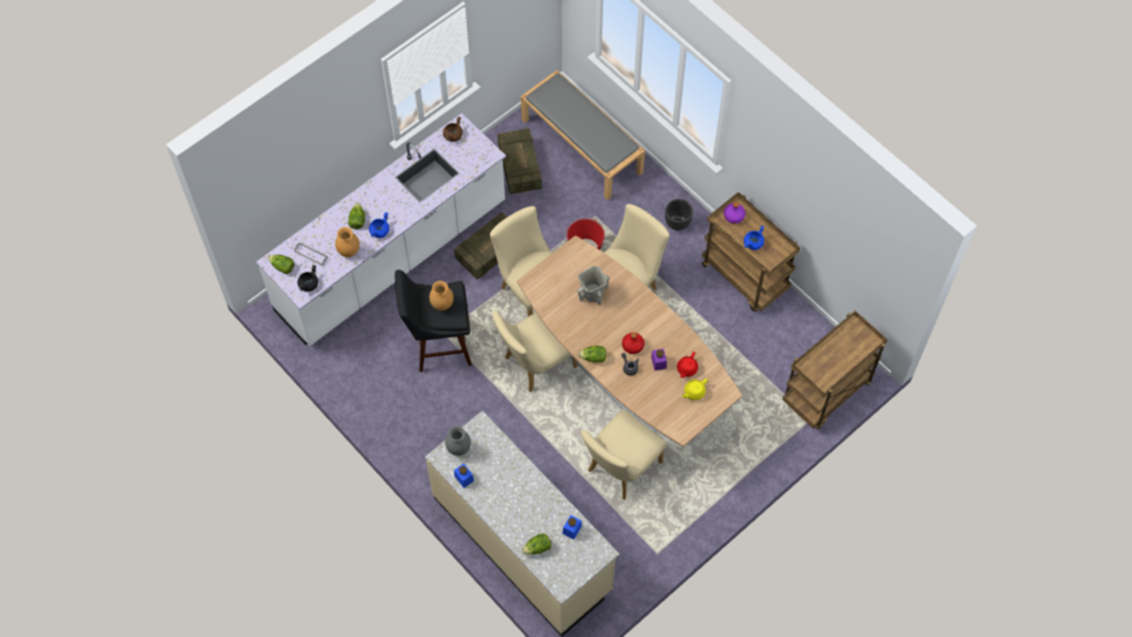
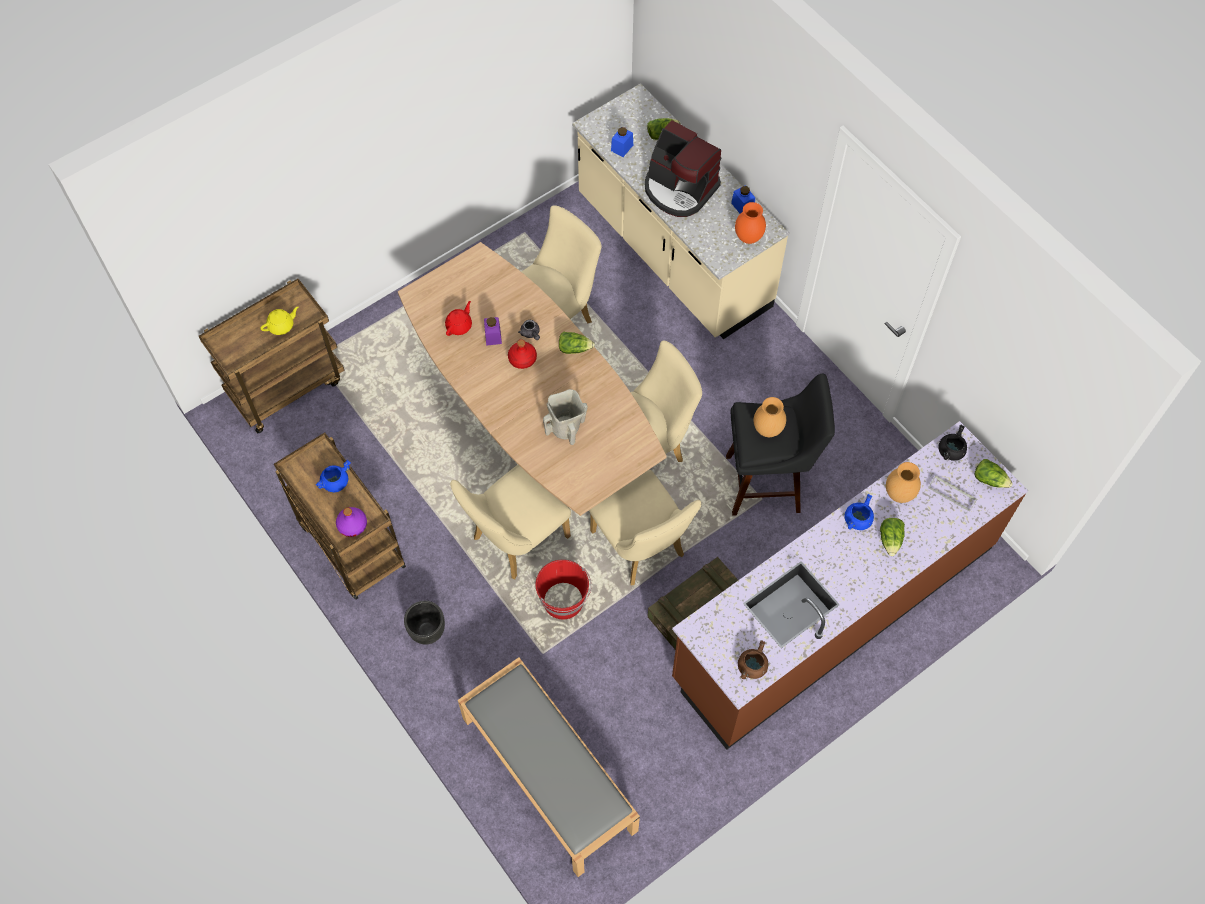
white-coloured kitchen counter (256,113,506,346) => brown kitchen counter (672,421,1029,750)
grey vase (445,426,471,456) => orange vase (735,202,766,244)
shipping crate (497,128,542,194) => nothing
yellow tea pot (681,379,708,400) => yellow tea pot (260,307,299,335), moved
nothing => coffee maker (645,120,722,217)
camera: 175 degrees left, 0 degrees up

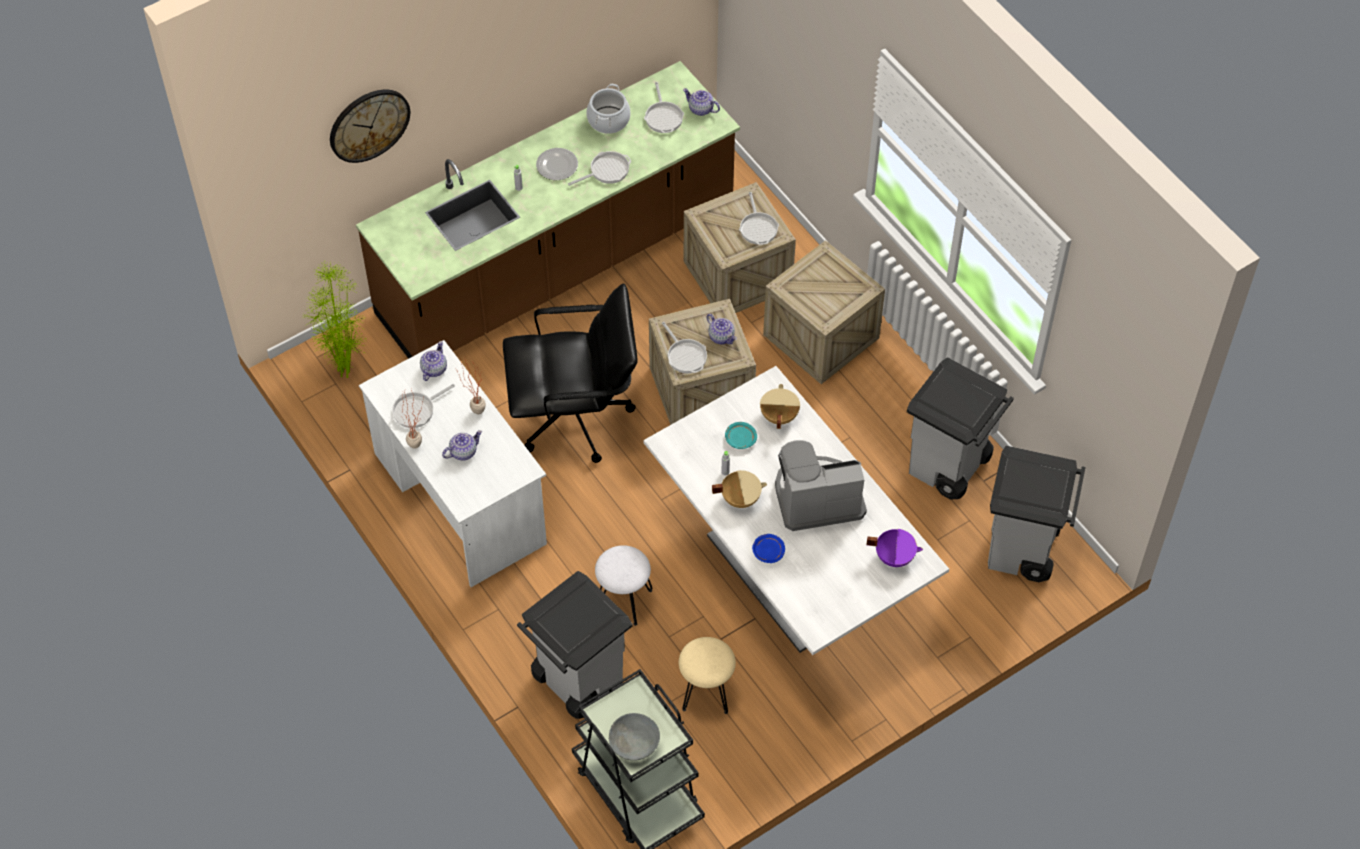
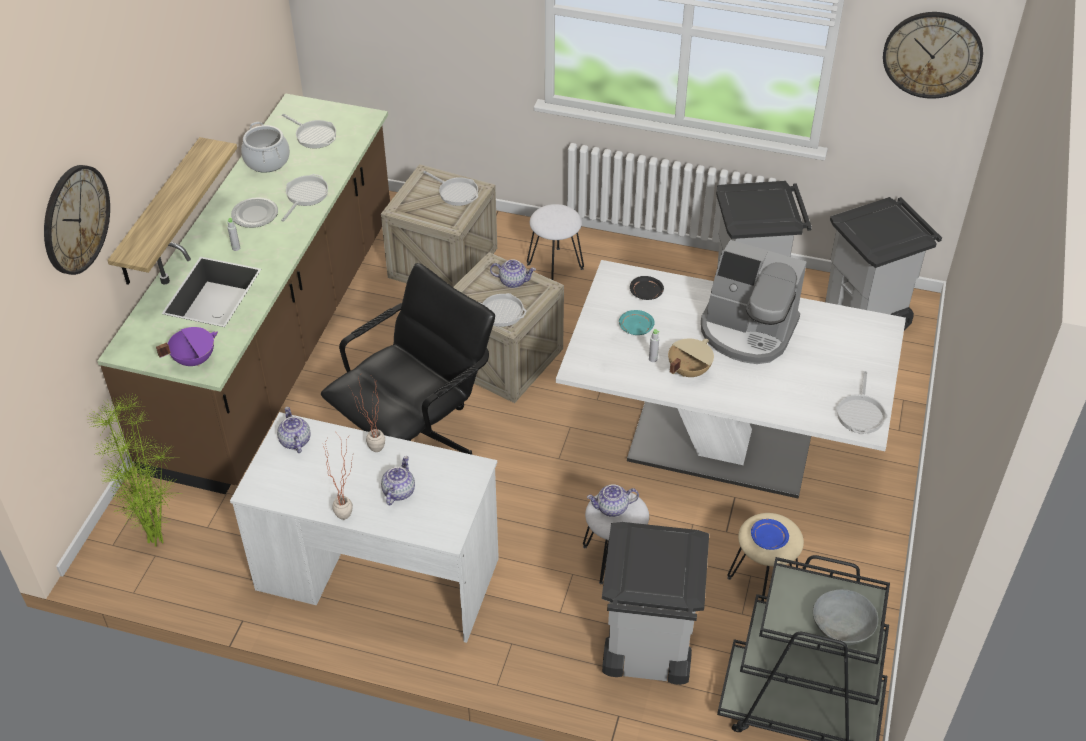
pan (391,384,455,428) => pan (836,371,888,434), moved
tea pot (683,88,720,116) => tea pot (587,484,639,517), moved
bluish plate (752,534,785,563) => bluish plate (751,519,789,550), moved
beige saucepot (760,384,800,429) => black-coloured plate (630,276,664,300)
shipping crate (763,240,885,384) => white-coloured sitting stool (527,204,584,280)
coffee maker (775,440,867,531) => coffee maker (701,240,807,364), 105 degrees counterclockwise
purple saucepot (867,529,923,567) => purple saucepot (156,327,218,367), moved
nothing => wall shelf (107,137,237,285)
nothing => wall clock (883,12,983,99)
camera: 40 degrees left, 10 degrees down

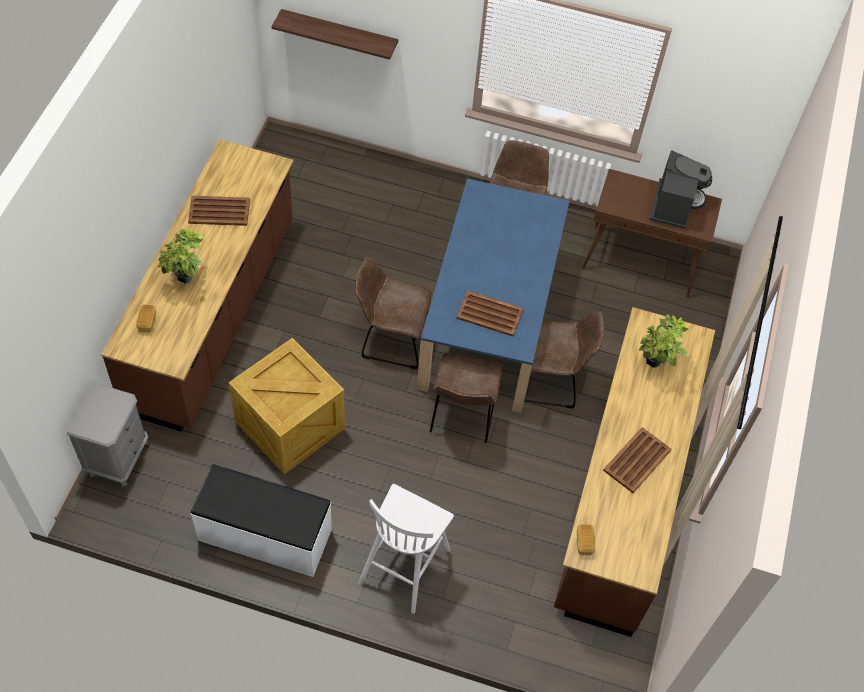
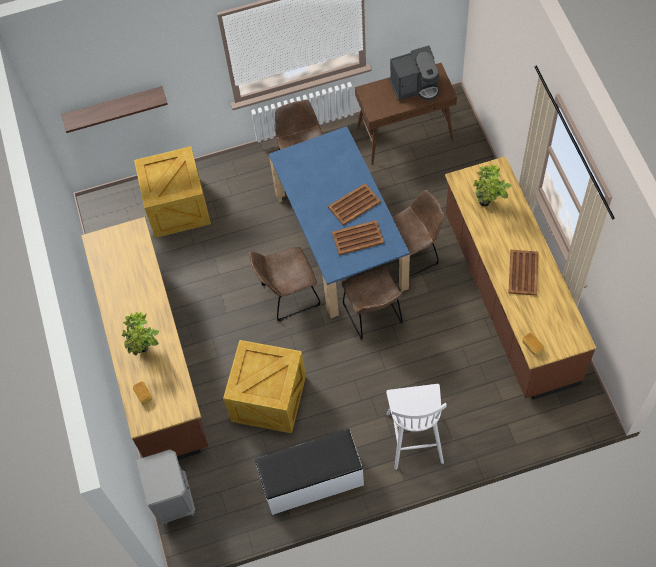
brown tray (188,196,250,226) => brown tray (328,183,381,226), moved
coffee maker (649,150,712,229) => coffee maker (389,45,440,101), 90 degrees clockwise
nothing => shipping crate (134,146,211,238)
camera: 25 degrees left, 5 degrees up

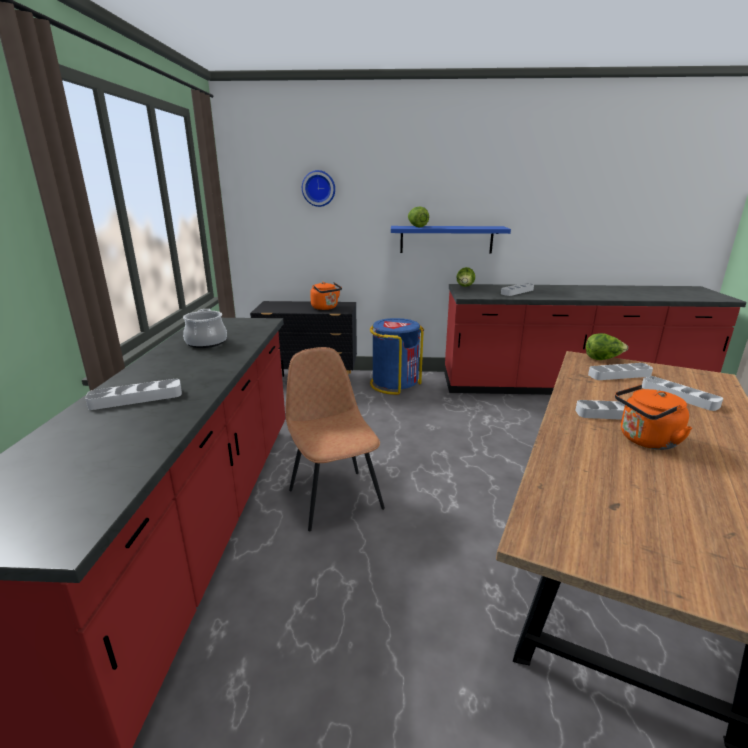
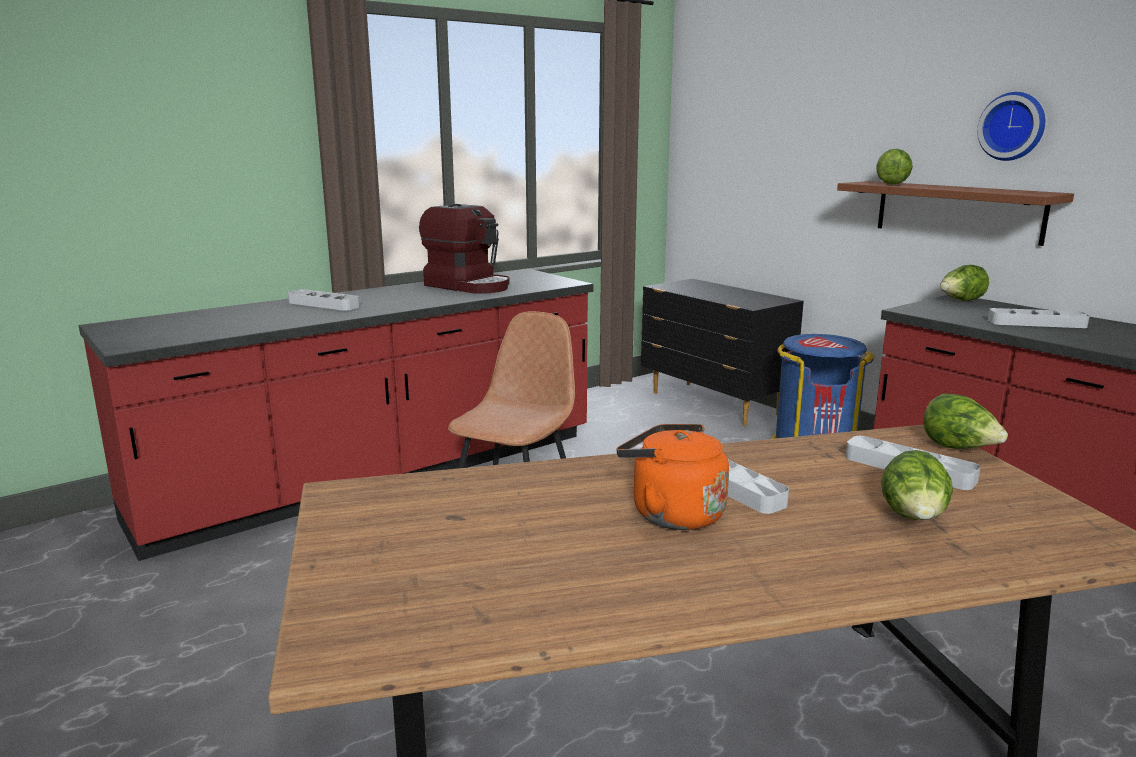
saucepot (183,309,227,348) => coffee maker (419,204,510,294)
wall clock (302,170,335,207) => wall clock (977,92,1045,161), moved
orange water kettle (310,282,342,310) => nothing
bluish wall shelf (391,226,511,254) => brown wall shelf (837,181,1074,246)
grey tray (642,376,723,411) => lettuce (881,450,953,520)
camera: 50 degrees right, 5 degrees down

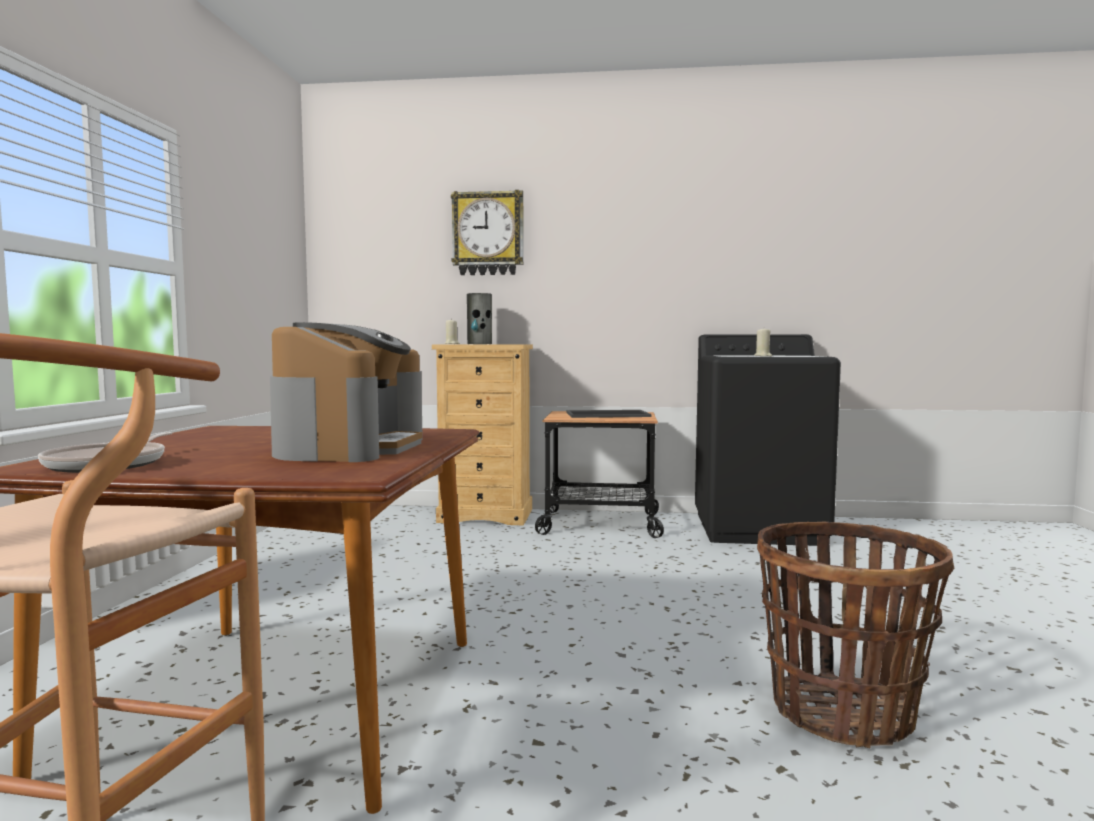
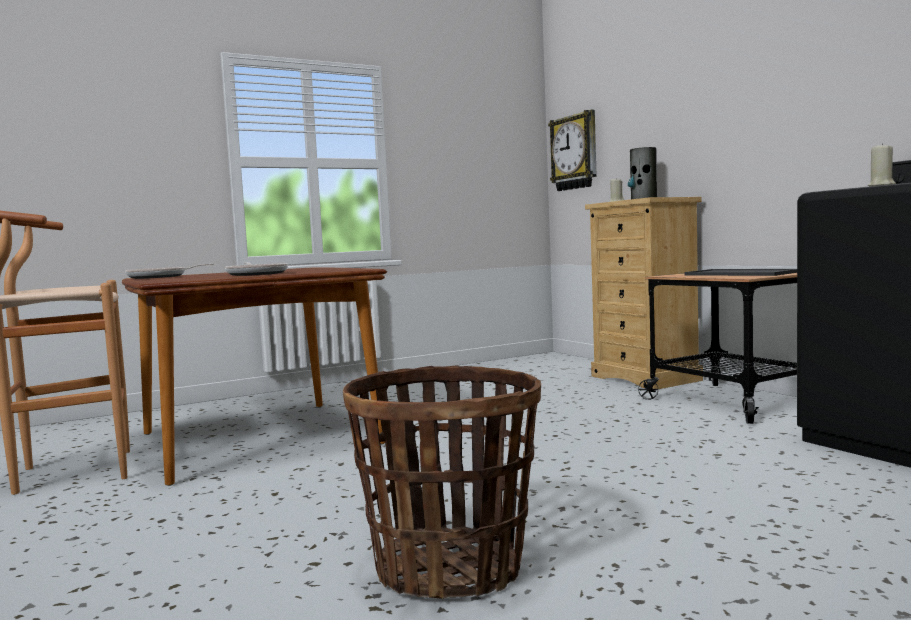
coffee maker (270,322,423,462) => pan (225,263,288,276)
wall clock (451,190,524,275) => wall clock (548,110,597,191), moved
camera: 55 degrees right, 0 degrees up

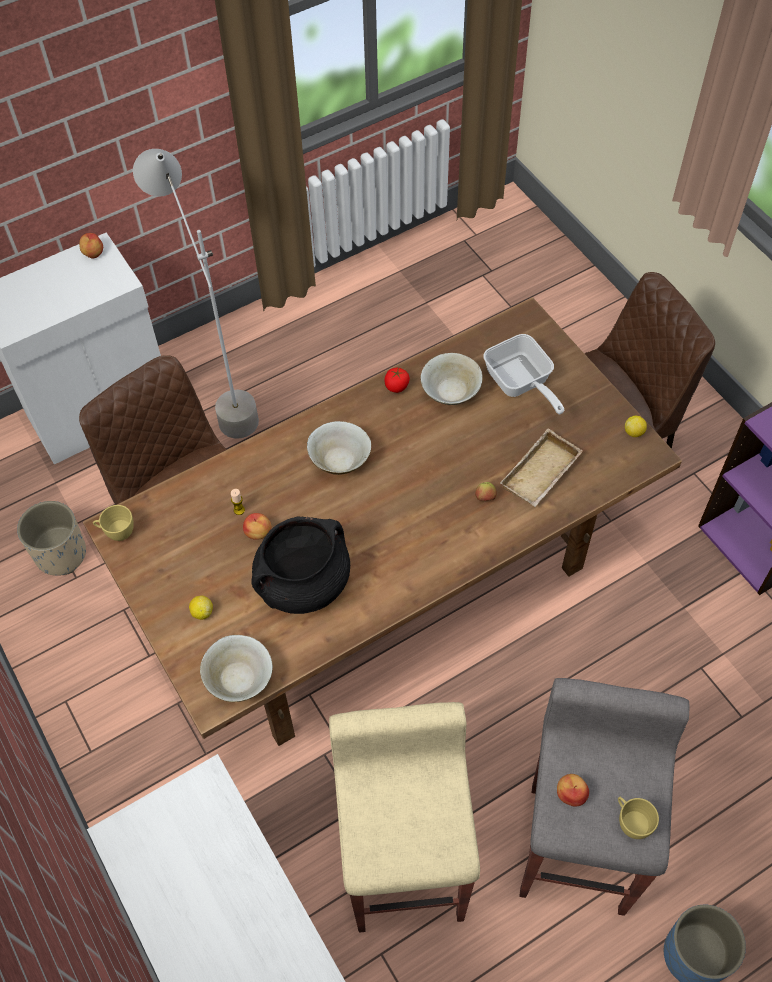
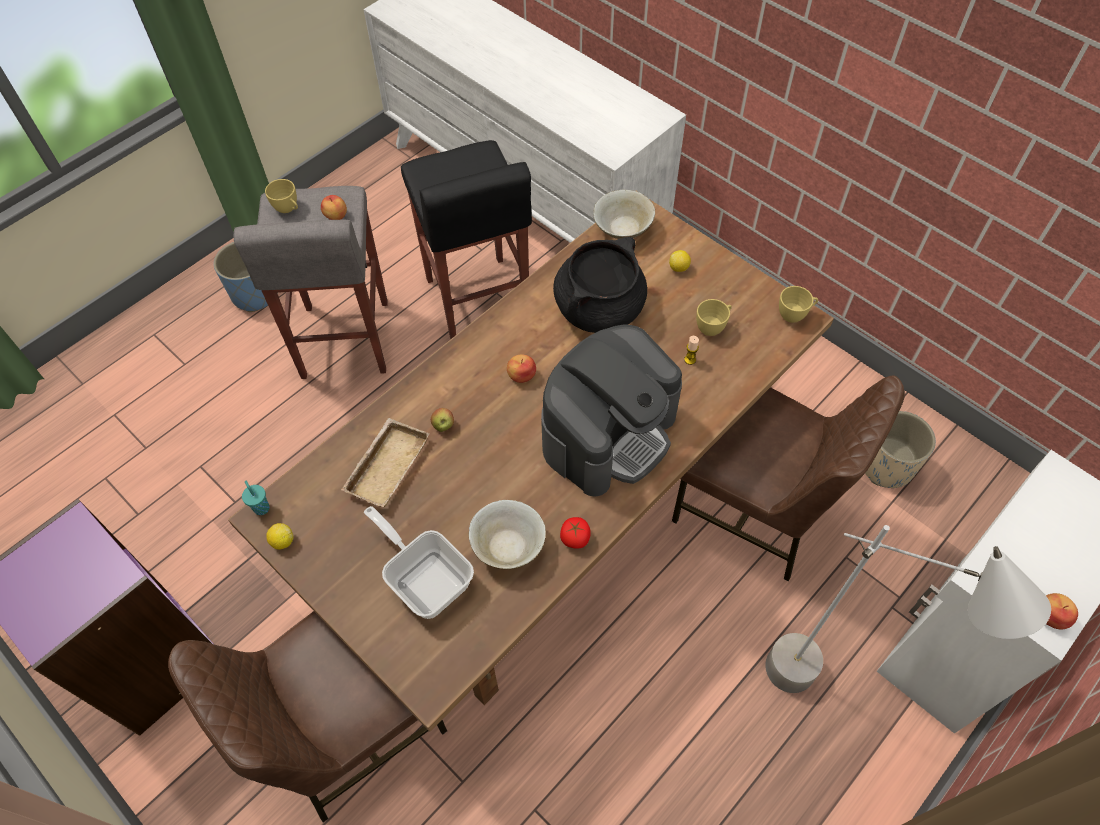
whole apple (243,513,272,540) => whole apple (507,354,536,383), moved
beige serving bowl (307,421,371,475) => coffee maker (541,324,682,497)
beige sitting stool (329,702,480,933) => black-coloured sitting stool (401,140,532,340)
nothing => turquoise small cup (242,481,269,515)
nothing => yellow small cup (696,299,732,336)
camera: 165 degrees right, 0 degrees up

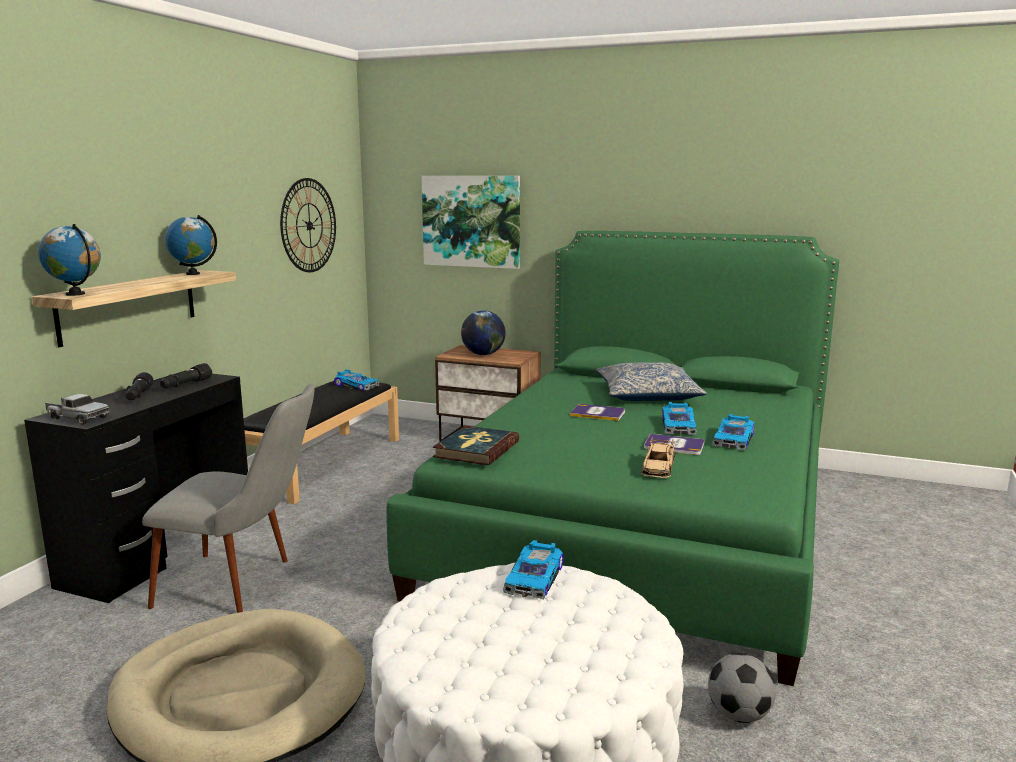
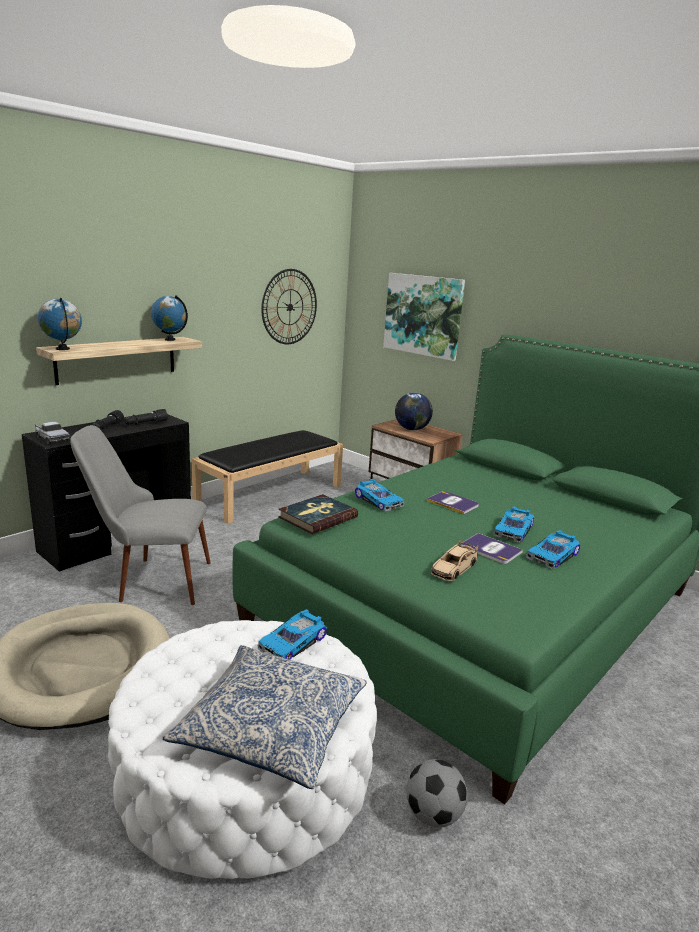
grey plain chair (142,383,314,613) => grey plain chair (71,425,211,605), 150 degrees clockwise
toy car (334,370,379,390) => toy car (355,479,404,511), moved
throw pillow (596,362,707,401) => throw pillow (163,645,367,789), moved
camera: 20 degrees right, 5 degrees up

